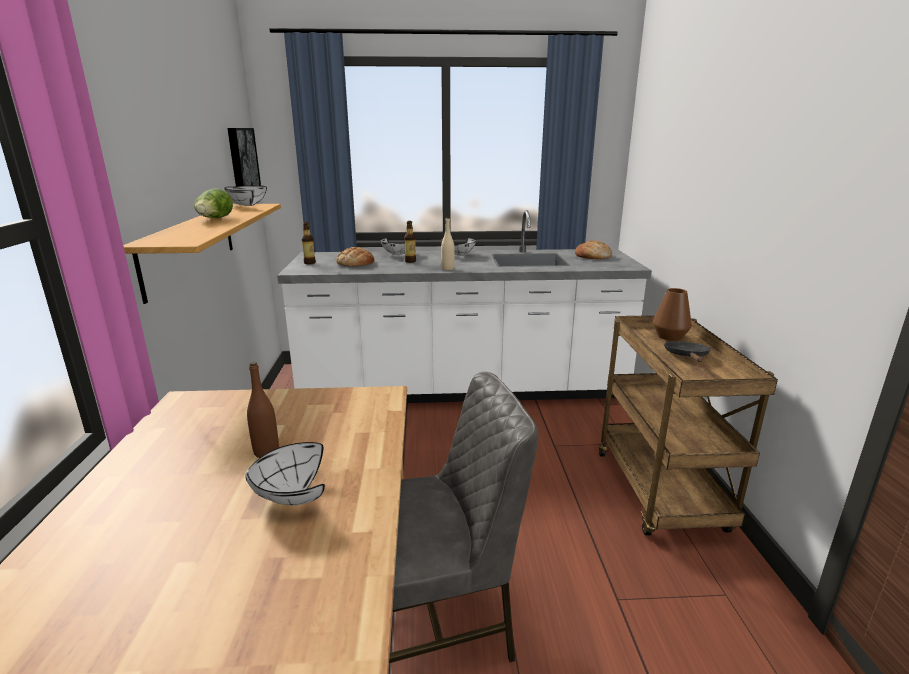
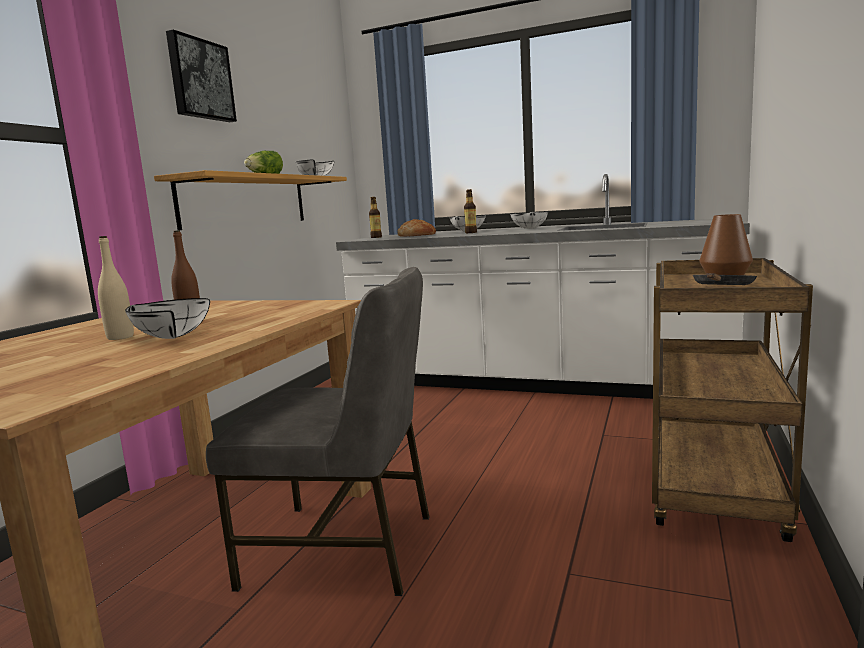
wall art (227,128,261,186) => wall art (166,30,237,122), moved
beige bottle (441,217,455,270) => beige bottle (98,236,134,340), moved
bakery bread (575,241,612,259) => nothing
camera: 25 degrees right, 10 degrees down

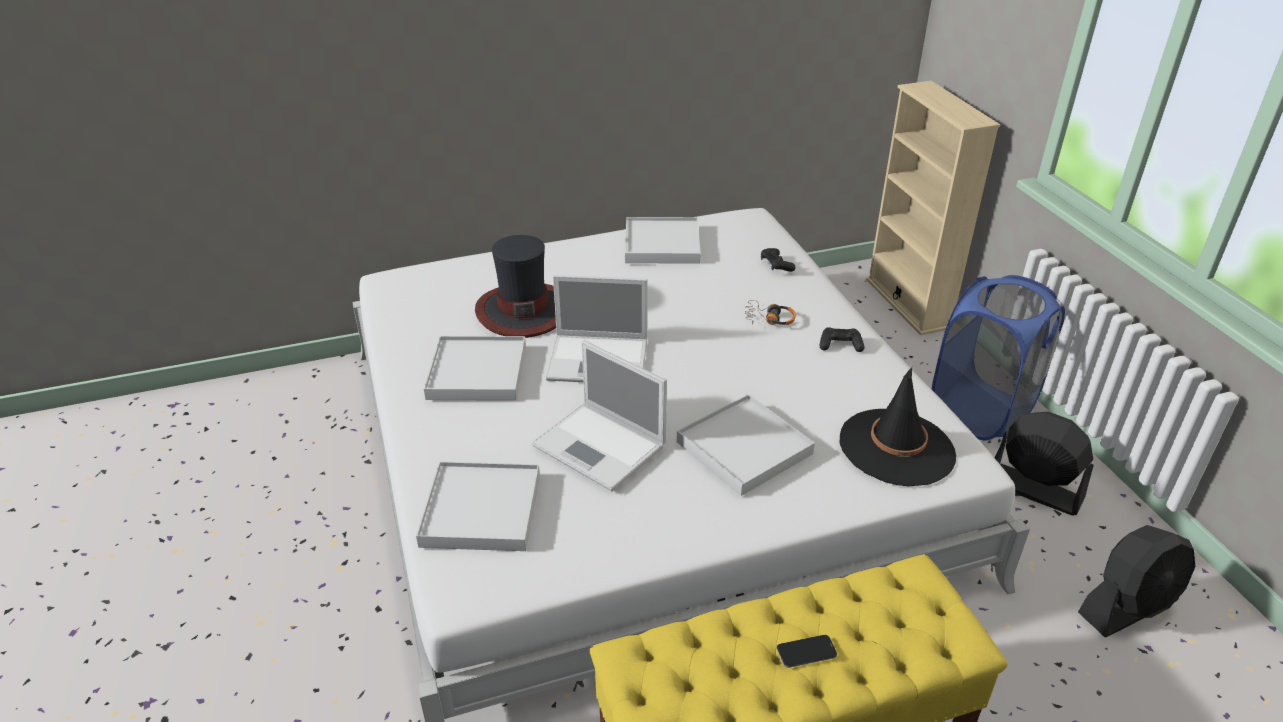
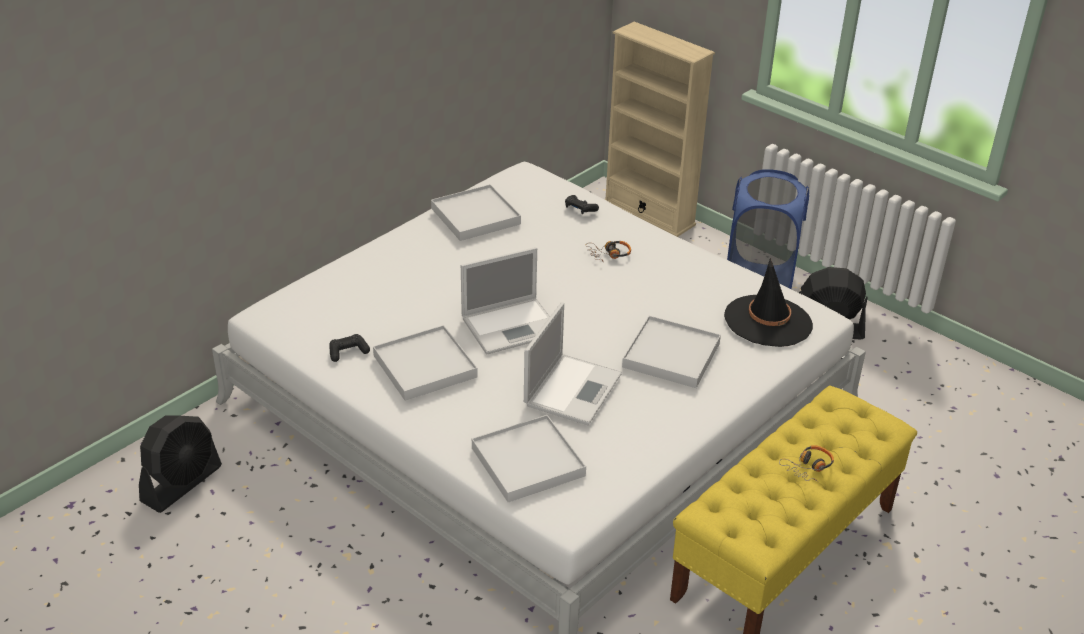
hat (475,235,556,338) => nothing
portable computer (532,340,667,492) => portable computer (524,302,622,425), 75 degrees counterclockwise
handset (777,635,837,668) => pair of headphones (779,445,834,482)
black-coloured game controller (819,327,865,352) => black-coloured game controller (329,334,370,362), moved
black-coloured fan (1078,525,1195,638) => black-coloured fan (139,415,222,513), moved
camera: 30 degrees left, 0 degrees up

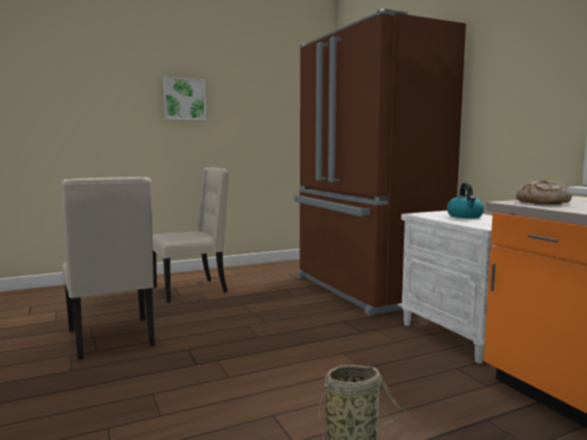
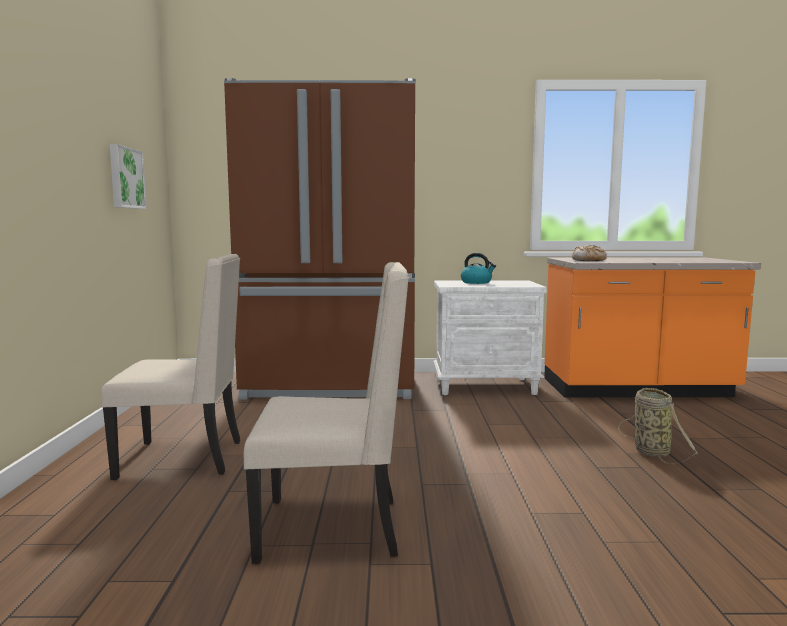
beige plain chair (152,167,229,303) => beige plain chair (101,254,240,481), 90 degrees clockwise
wall art (163,77,206,120) => wall art (110,144,147,209), moved
camera: 65 degrees left, 0 degrees up

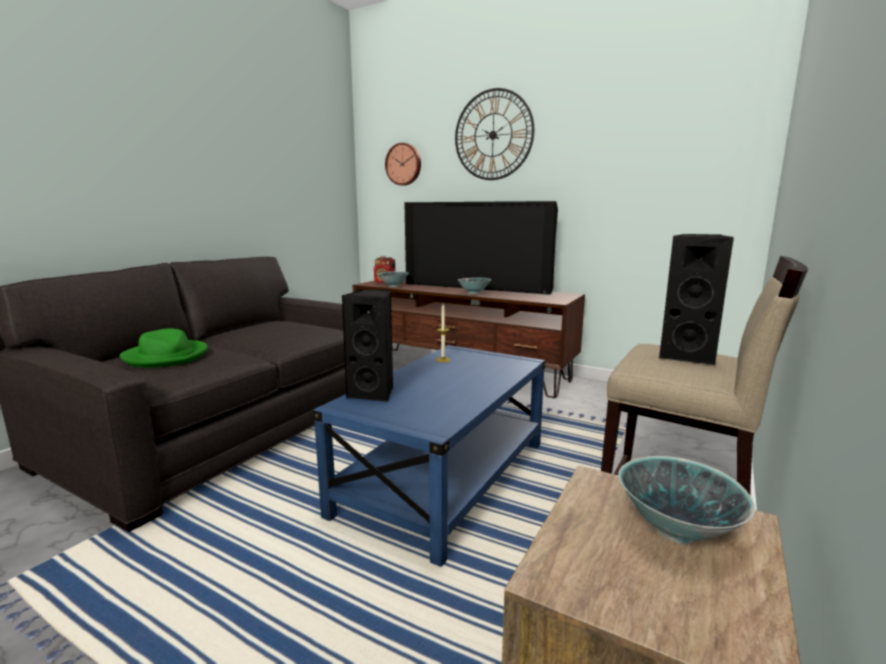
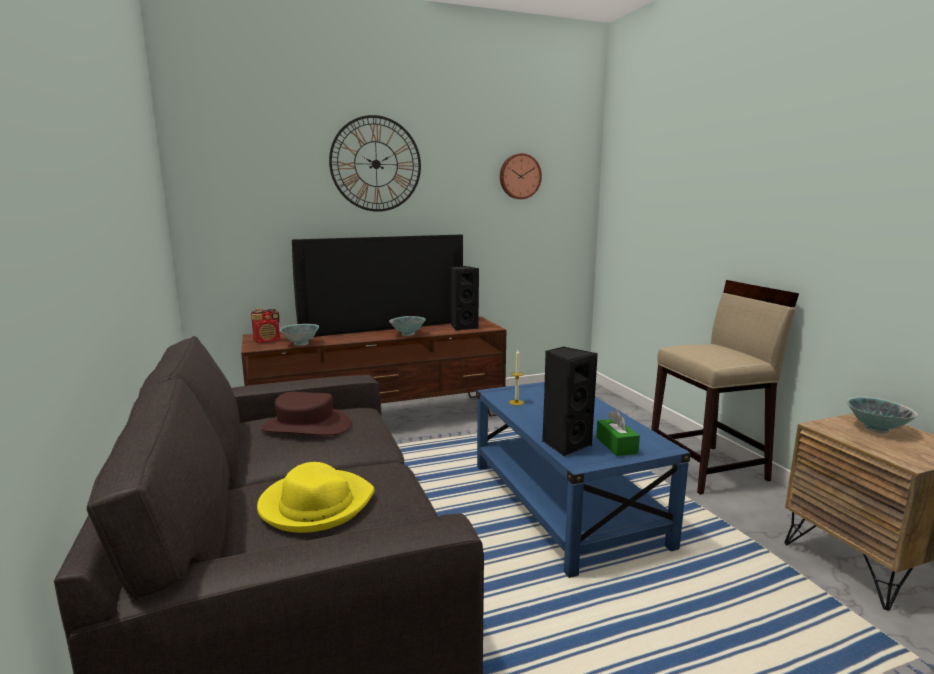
green-coloured hat (120,328,208,368) => yellow hat (257,462,375,533)
wall clock (385,143,421,186) => wall clock (500,153,542,199), moved
black-coloured audio speaker (659,234,734,365) => black-coloured audio speaker (451,266,479,331), moved
nothing => brown hat (261,392,351,436)
nothing => green-coloured tissue box (596,410,640,456)
camera: 50 degrees left, 0 degrees up

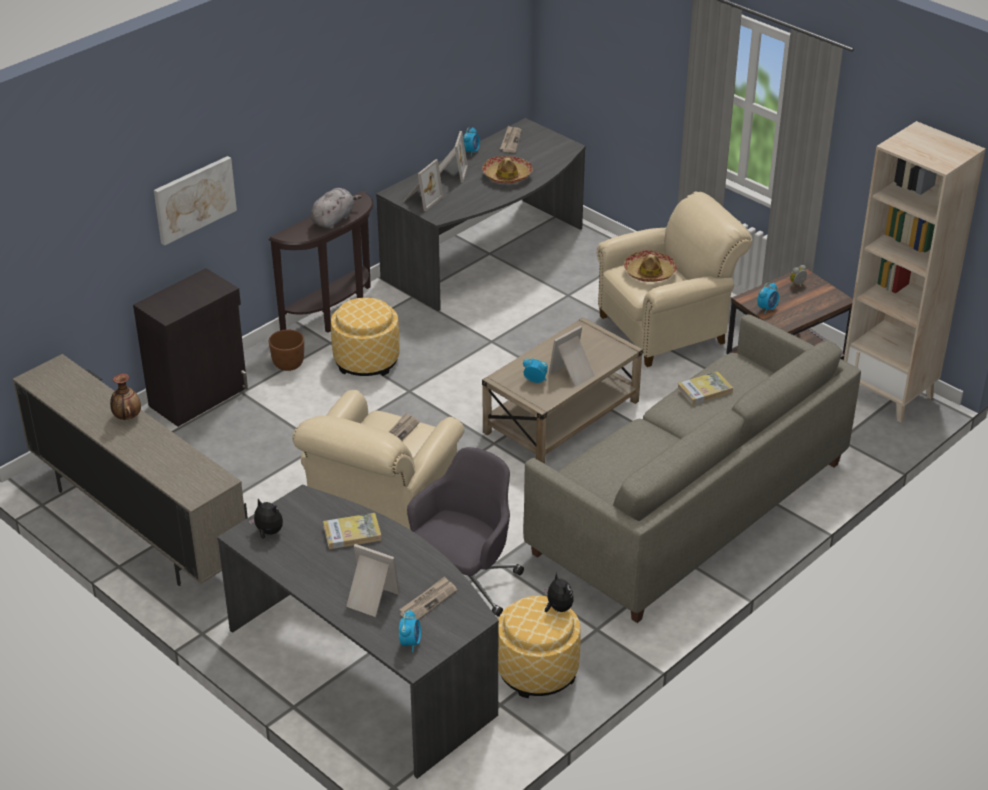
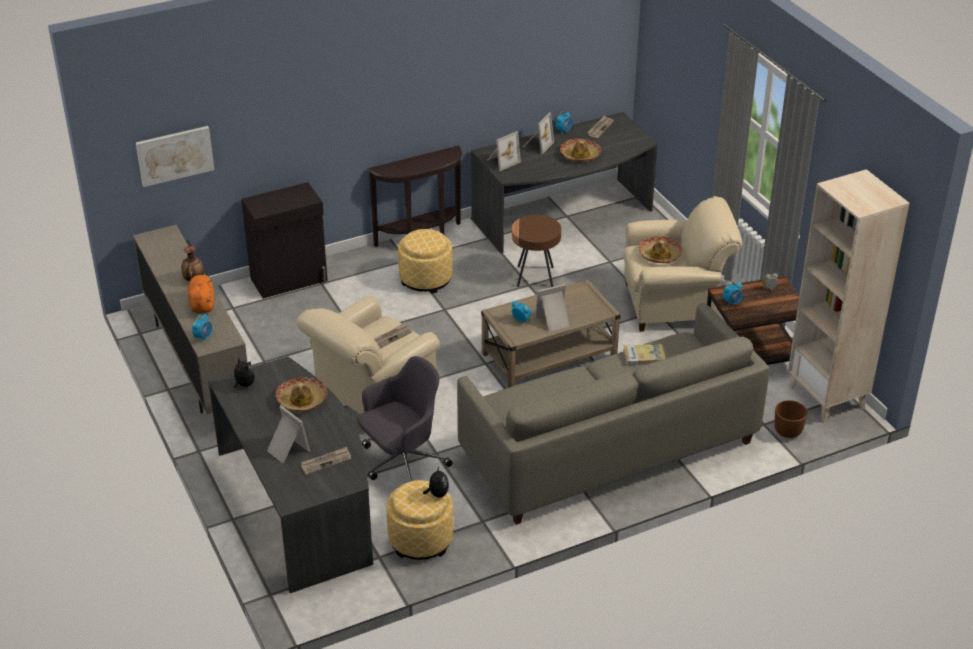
wall art (154,156,237,245) => wall art (136,126,214,187), moved
brown flower pot (269,330,304,371) => brown flower pot (774,400,808,438), moved
grey cuddly toy (311,188,362,229) => nothing
bound book (323,513,382,549) => hat (276,377,327,412)
table clock (399,609,421,652) => table clock (192,314,212,343), moved
nothing => orange cuddly toy (188,275,214,313)
nothing => brown end table (512,215,561,287)
camera: 20 degrees right, 0 degrees up

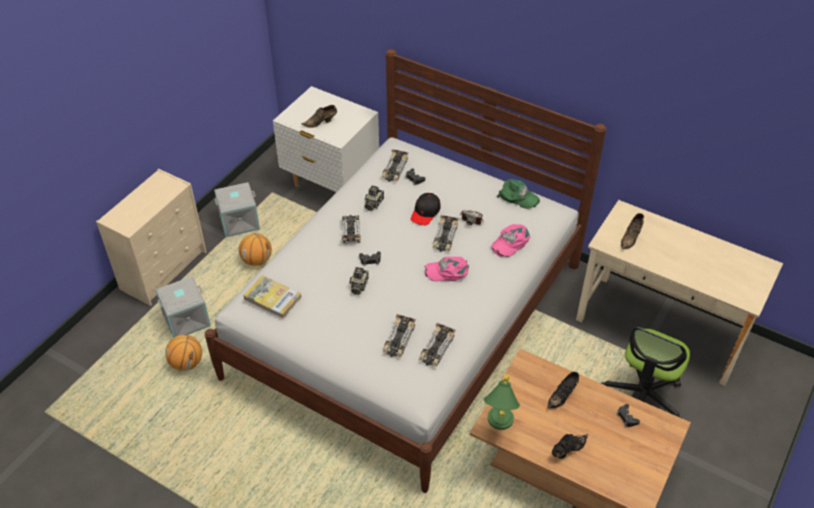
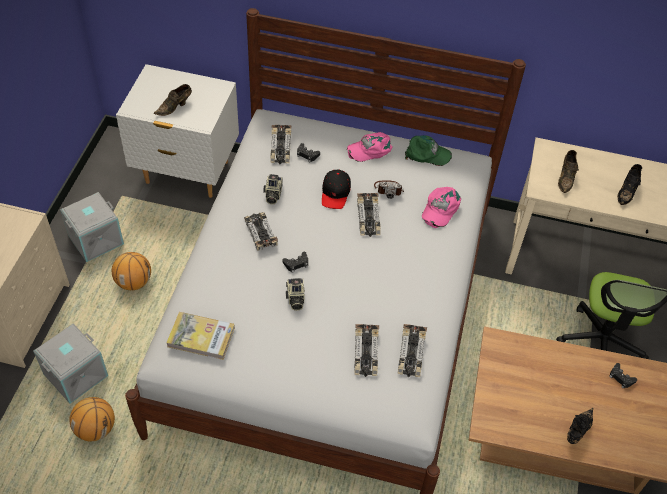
pinkish cap (425,257,469,281) => pinkish cap (347,132,393,162), moved
green-coloured lamp for a table (484,374,520,430) => nothing
black-coloured low shoe (547,372,579,409) => black-coloured low shoe (617,164,642,205), moved
camera: 20 degrees left, 5 degrees up

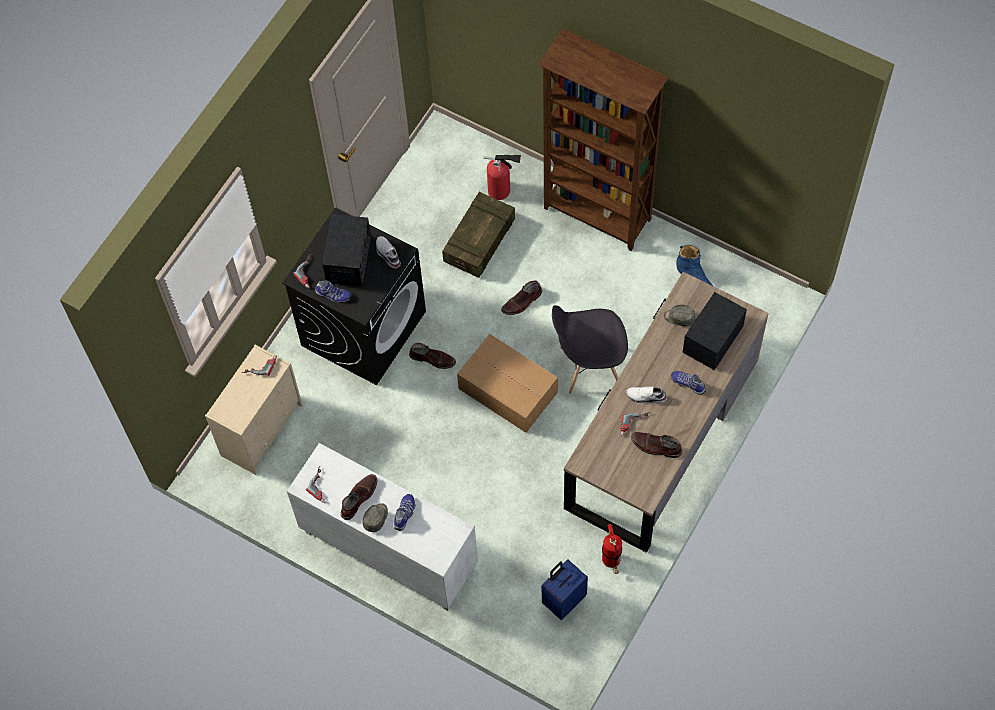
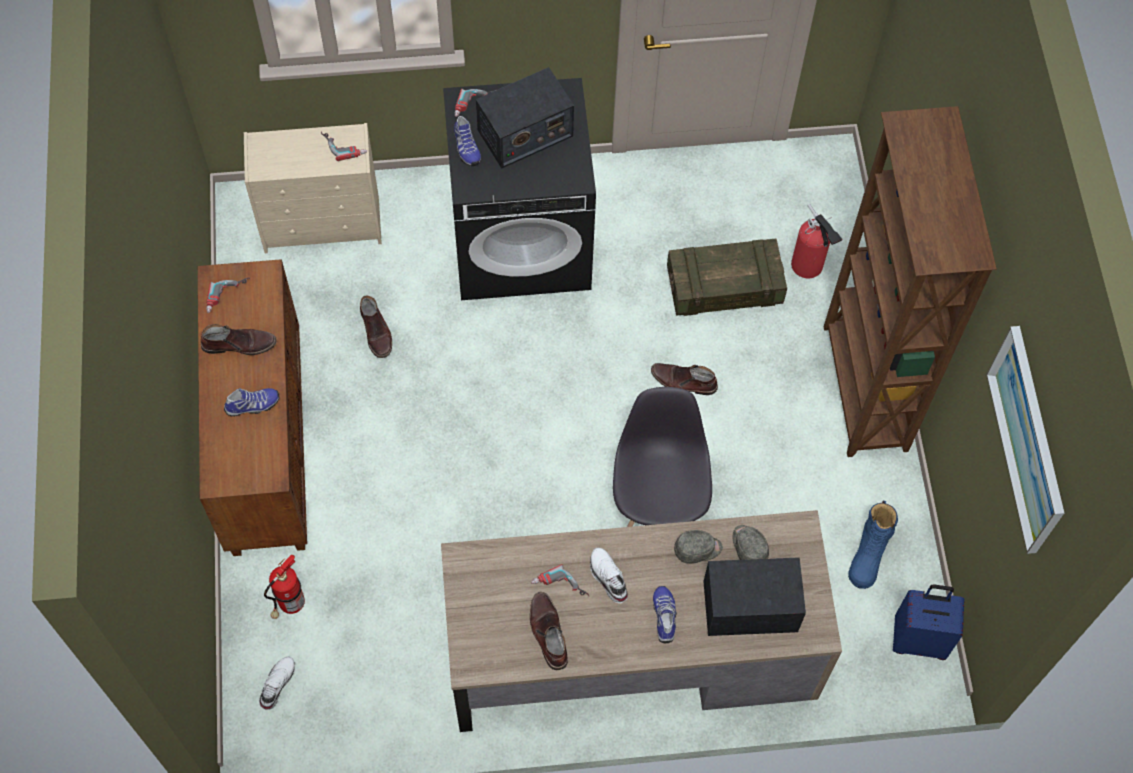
white-coloured cabinet (287,443,478,611) => brown cabinet (198,259,307,556)
grey cap (362,503,388,532) => grey cap (674,530,723,564), moved
white-coloured low shoe (376,236,401,268) => white-coloured low shoe (259,656,295,710), moved
brown tall boot (409,343,456,369) => brown tall boot (360,295,392,358), moved
cardboard box (457,334,558,433) => nothing
bluish piece of luggage (542,559,588,620) => bluish piece of luggage (893,585,964,660), moved
grey plain chair (552,305,628,394) => grey plain chair (613,387,712,527), 45 degrees clockwise
fire extinguisher (602,524,622,574) => fire extinguisher (264,555,305,619), moved
nothing => wall art (986,326,1064,554)
camera: 50 degrees right, 0 degrees up

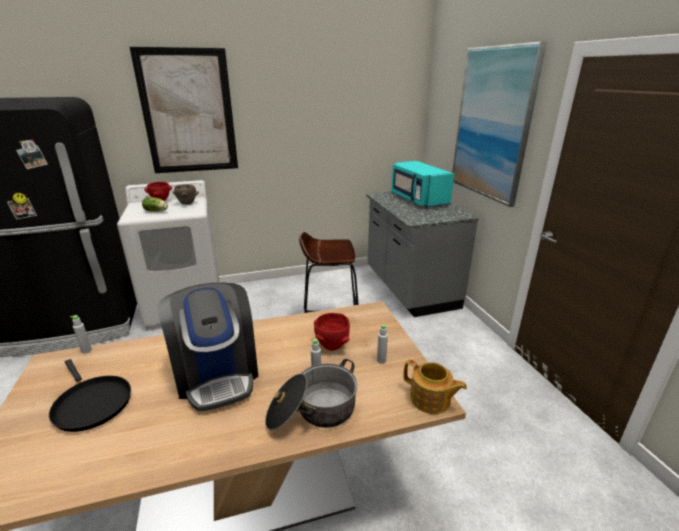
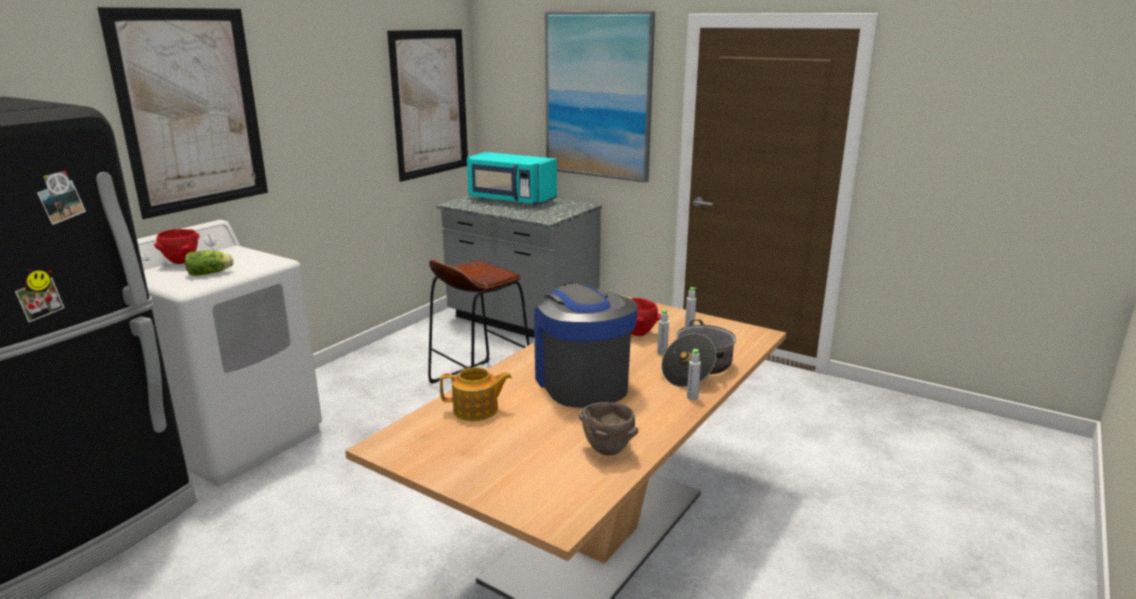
black-coloured pan (49,359,131,432) => nothing
grey bottle (70,315,92,354) => grey bottle (687,349,701,400), moved
coffee maker (158,283,258,412) => coffee maker (534,282,638,408), 135 degrees counterclockwise
brown serving bowl (172,184,199,205) => brown serving bowl (578,402,638,455), moved
tea pot (403,359,467,414) => tea pot (440,367,512,421), moved
nothing => wall art (387,29,468,182)
camera: 40 degrees left, 5 degrees down

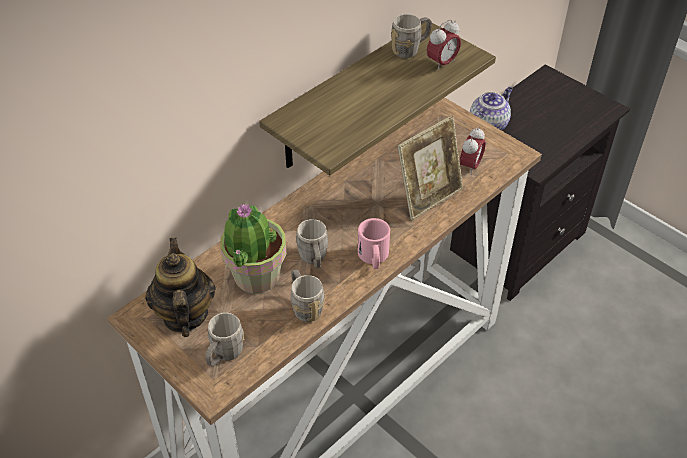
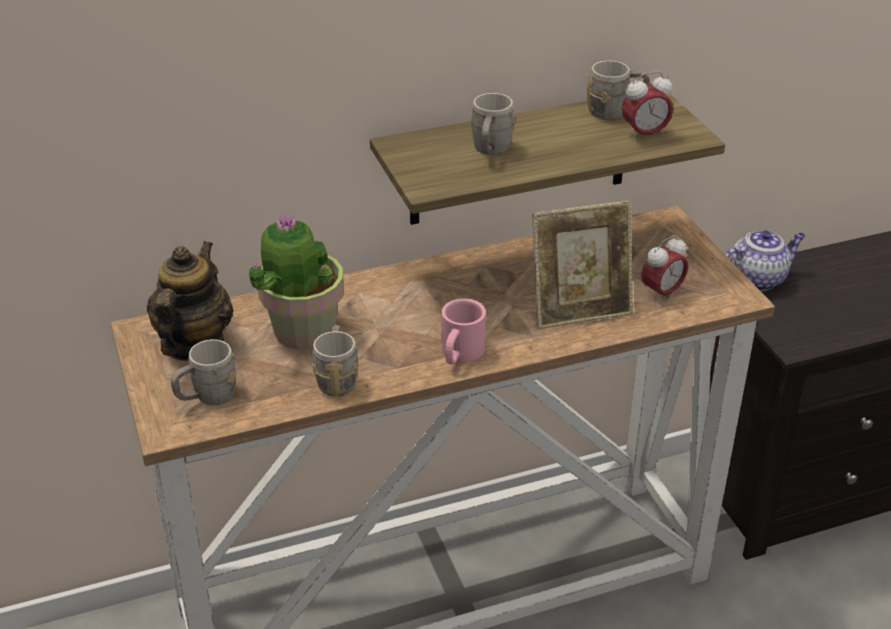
grey coffee mug (296,219,328,269) => grey coffee mug (471,93,515,155), moved
camera: 25 degrees right, 10 degrees down

